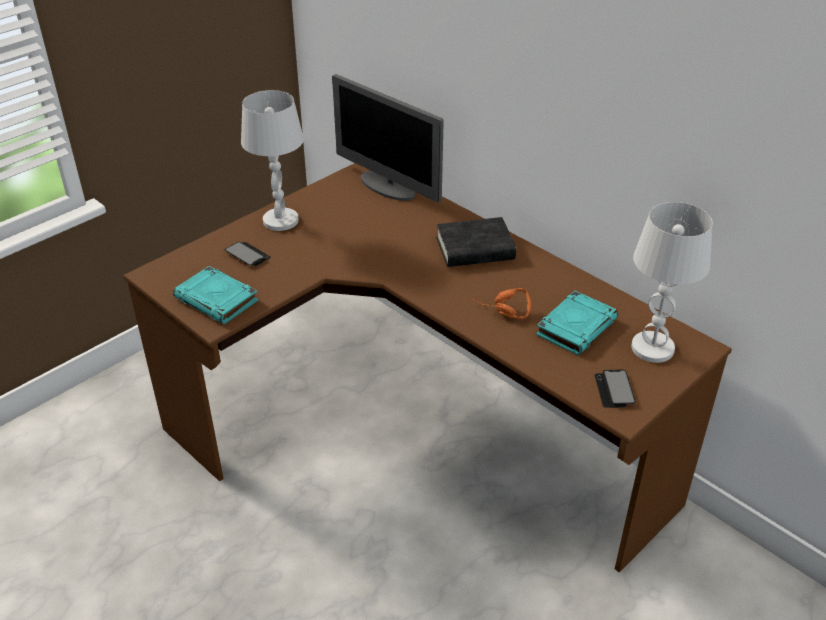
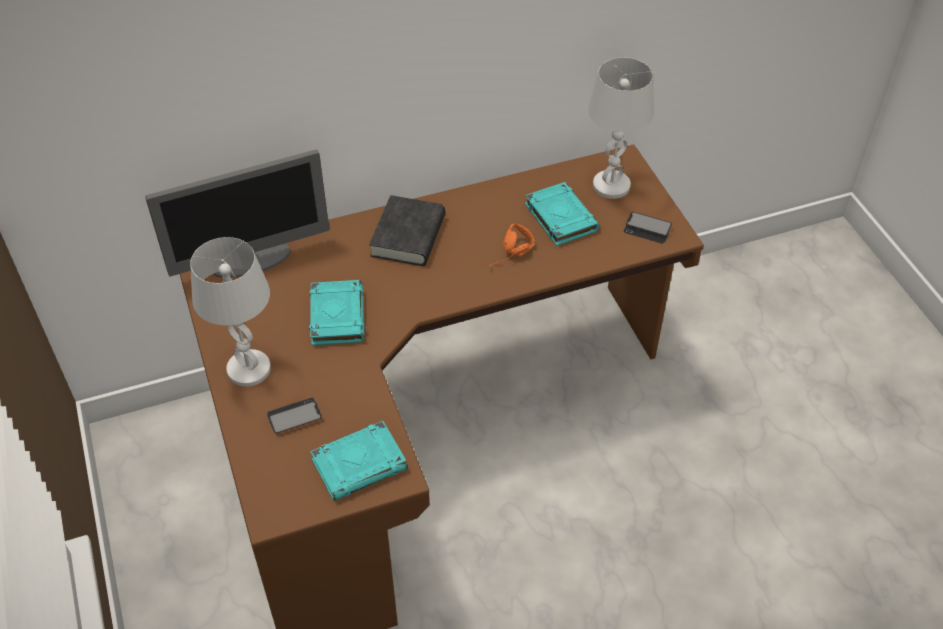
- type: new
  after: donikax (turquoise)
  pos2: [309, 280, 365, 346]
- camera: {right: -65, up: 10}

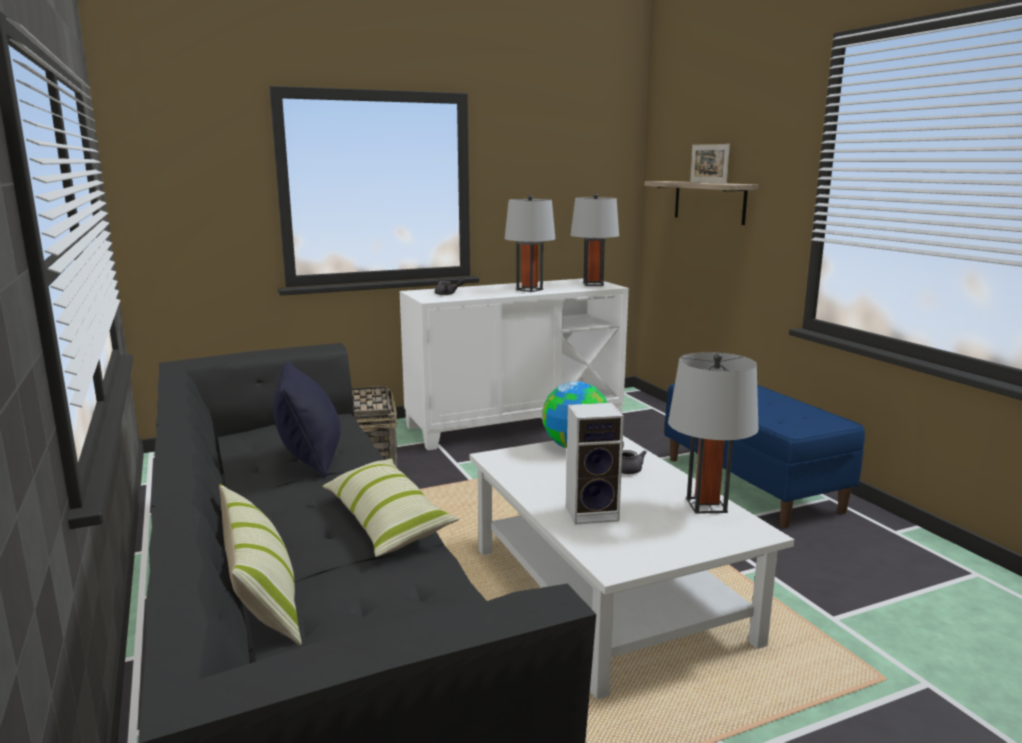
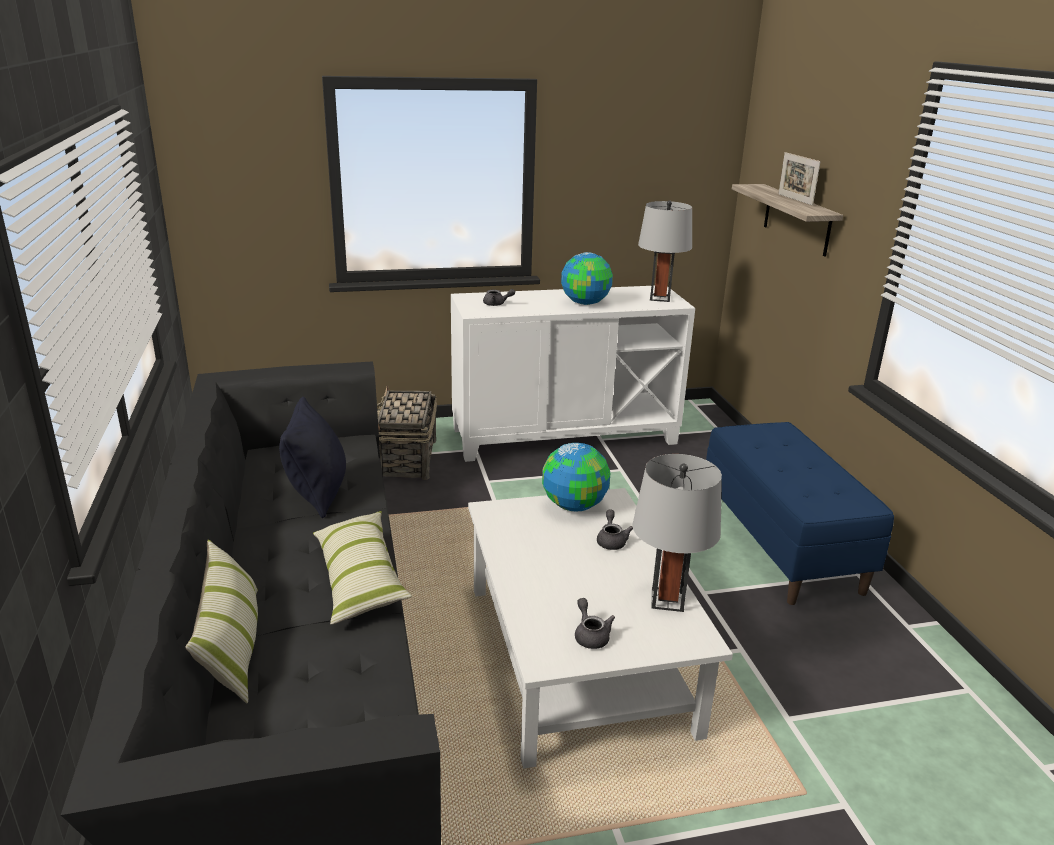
- type: gone
  before: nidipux
  pos1: [566, 403, 624, 524]
- type: new
  after: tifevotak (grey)
  pos2: [575, 598, 615, 649]
- type: swapped
  before: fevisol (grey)
  after: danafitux
  pos1: [504, 195, 555, 292]
  pos2: [561, 252, 613, 305]
- camera: {right: 10, up: 10}

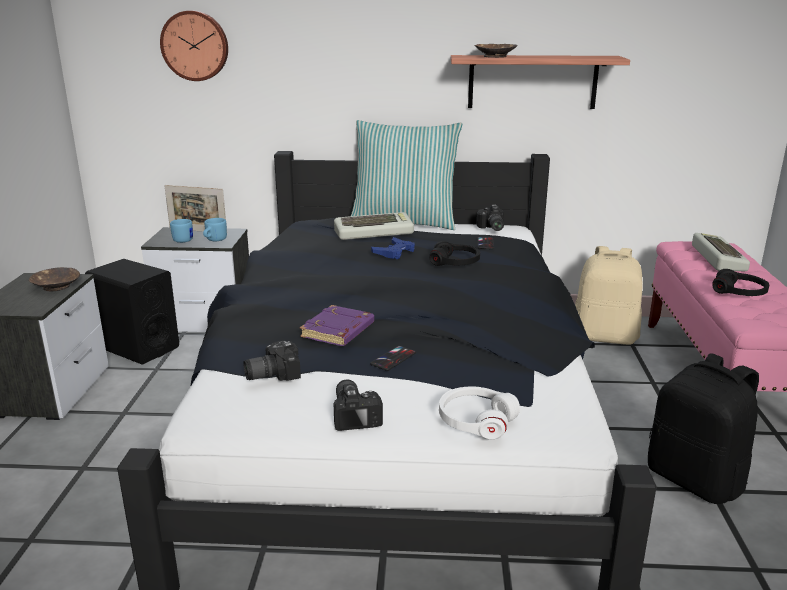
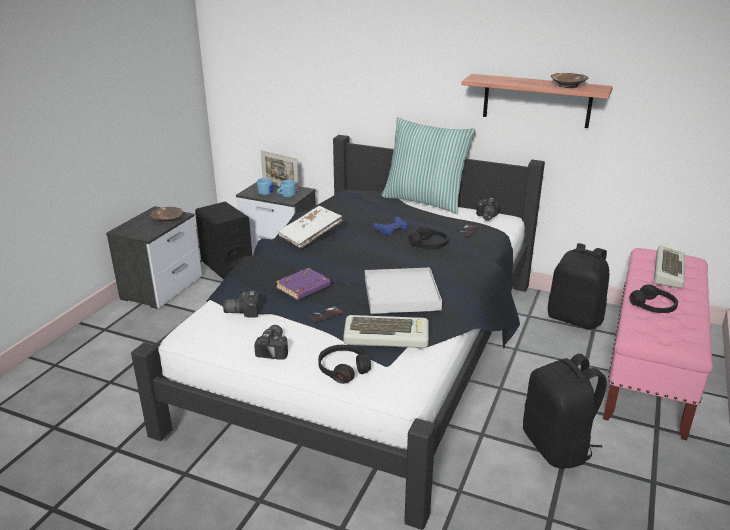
- type: gone
  before: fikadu
  pos1: [160, 10, 228, 81]
- type: new
  after: donikax (white)
  pos2: [278, 206, 343, 248]
- type: new
  after: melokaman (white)
  pos2: [365, 268, 442, 314]
- type: shifted
  before: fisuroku
  pos1: [334, 212, 414, 240]
  pos2: [343, 315, 429, 348]
- type: shifted
  before: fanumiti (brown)
  pos1: [474, 44, 518, 58]
  pos2: [551, 73, 588, 88]
- type: repainted
  before: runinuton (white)
  after: runinuton (black)
  pos1: [439, 387, 520, 439]
  pos2: [318, 345, 371, 384]
- type: repainted
  before: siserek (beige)
  after: siserek (black)
  pos1: [575, 246, 642, 345]
  pos2: [548, 243, 609, 330]
- camera: {right: 20, up: 5}

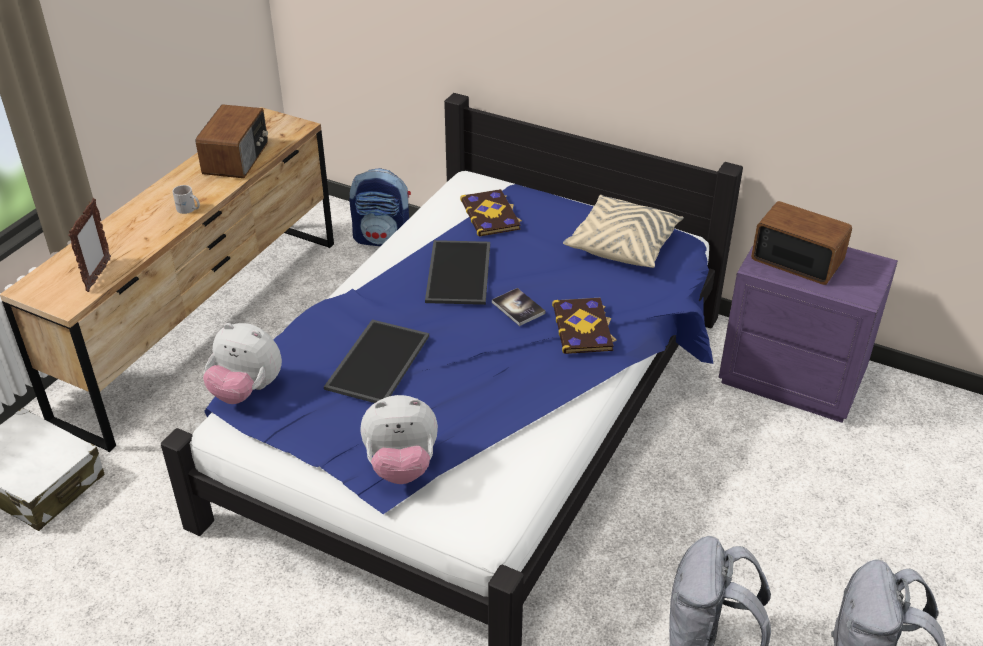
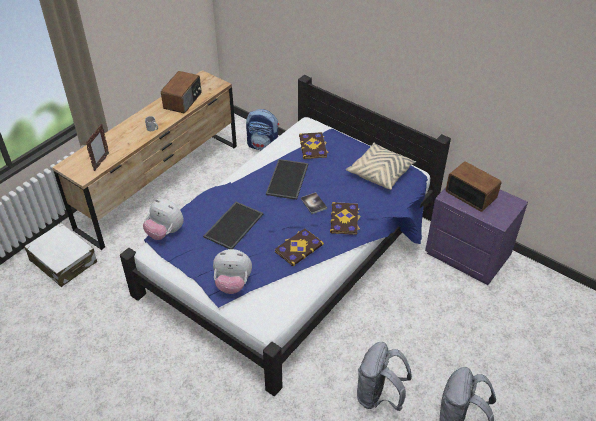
- type: new
  after: donikax
  pos2: [275, 229, 324, 266]
- camera: {right: 10, up: 5}

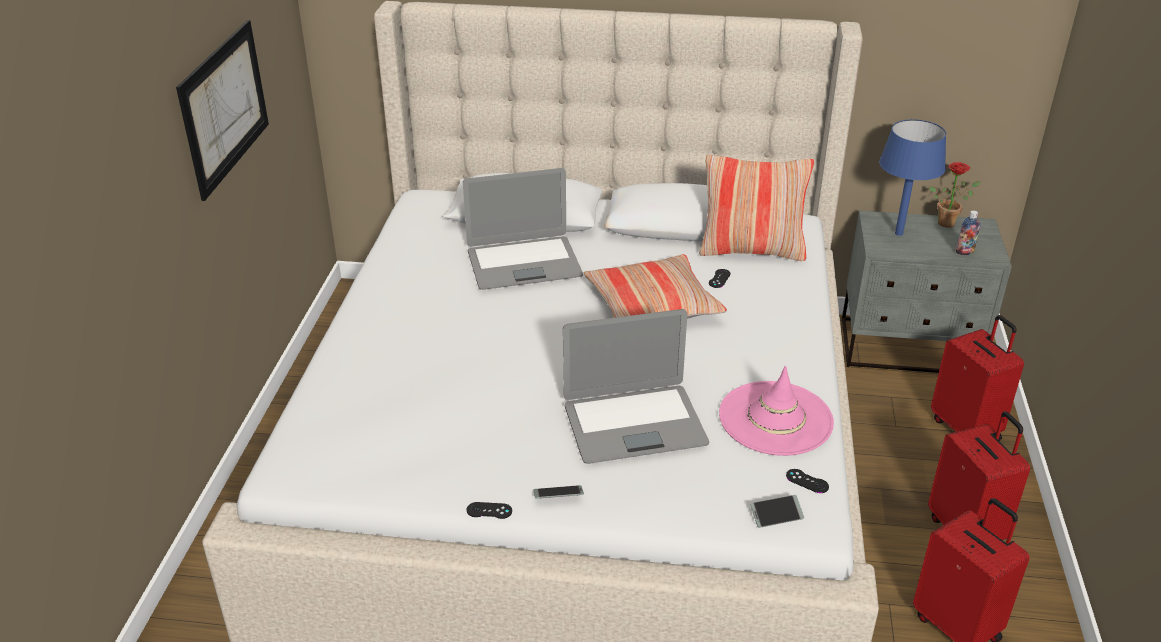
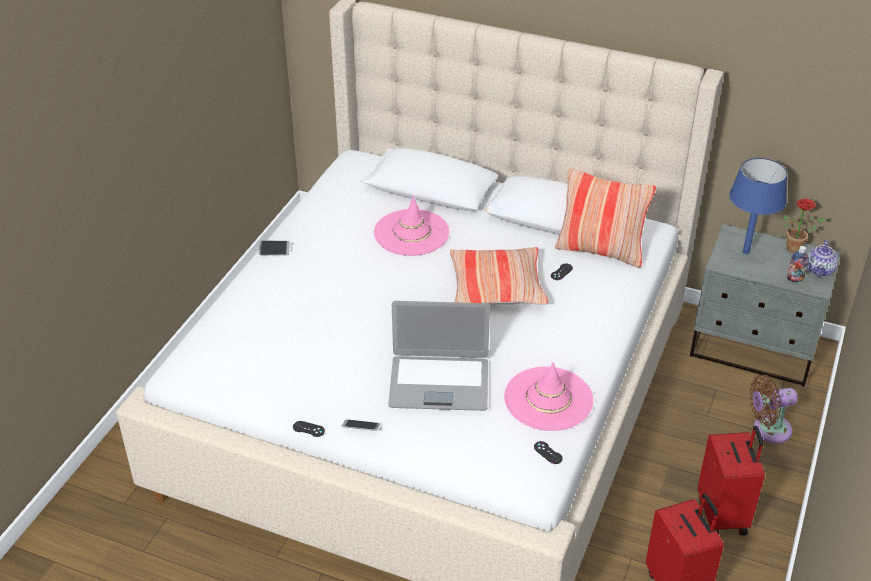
- type: gone
  before: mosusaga
  pos1: [176, 20, 269, 201]
- type: new
  after: tifevotak
  pos2: [807, 240, 838, 277]
- type: shifted
  before: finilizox
  pos1: [750, 495, 804, 528]
  pos2: [258, 241, 290, 255]
- type: swapped
  before: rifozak
  after: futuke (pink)
  pos1: [463, 168, 583, 290]
  pos2: [374, 196, 449, 256]
- type: swapped
  before: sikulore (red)
  after: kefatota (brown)
  pos1: [931, 315, 1024, 441]
  pos2: [749, 374, 798, 443]
- camera: {right: 15, up: 5}

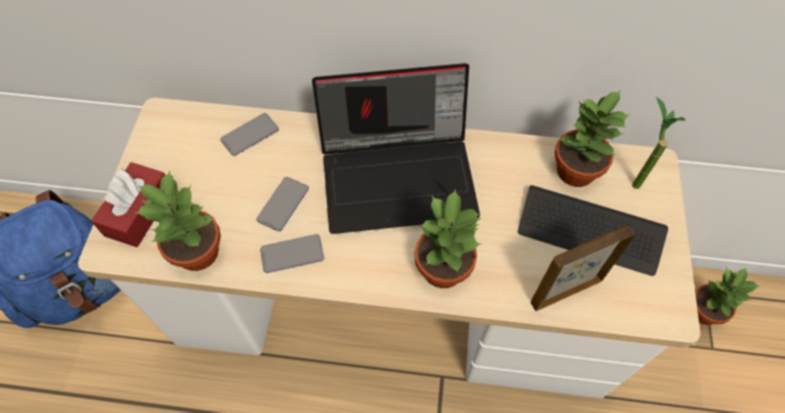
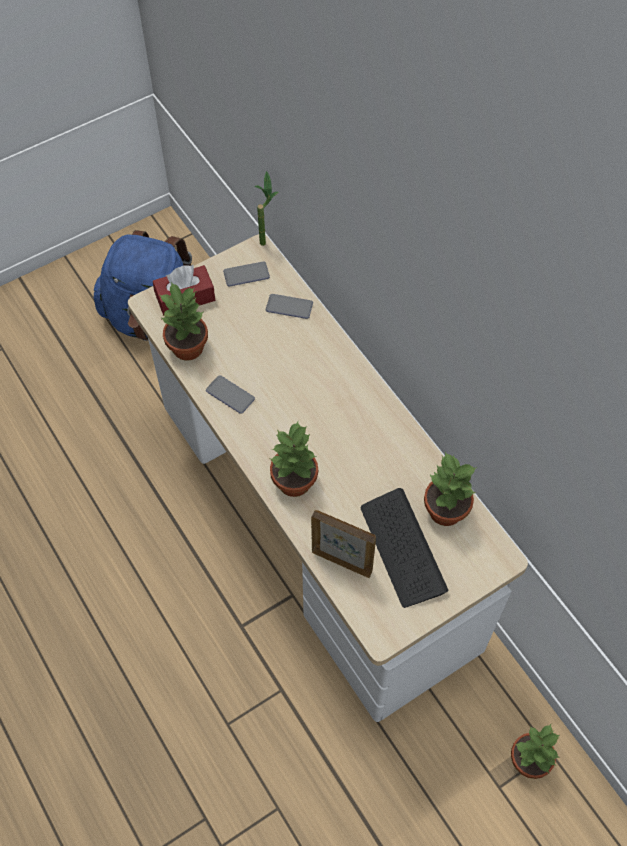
- type: gone
  before: rifozak
  pos1: [312, 63, 480, 234]
- type: shifted
  before: finilizox
  pos1: [256, 177, 309, 231]
  pos2: [223, 261, 270, 287]
- type: shifted
  before: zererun
  pos1: [632, 97, 685, 189]
  pos2: [254, 171, 278, 246]
- camera: {right: 50, up: 0}

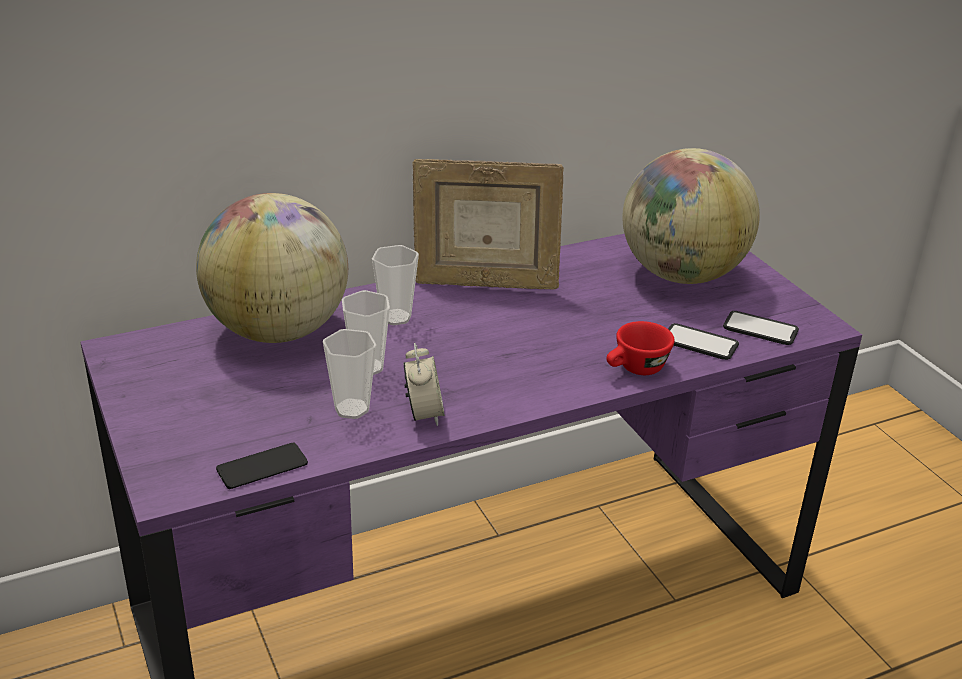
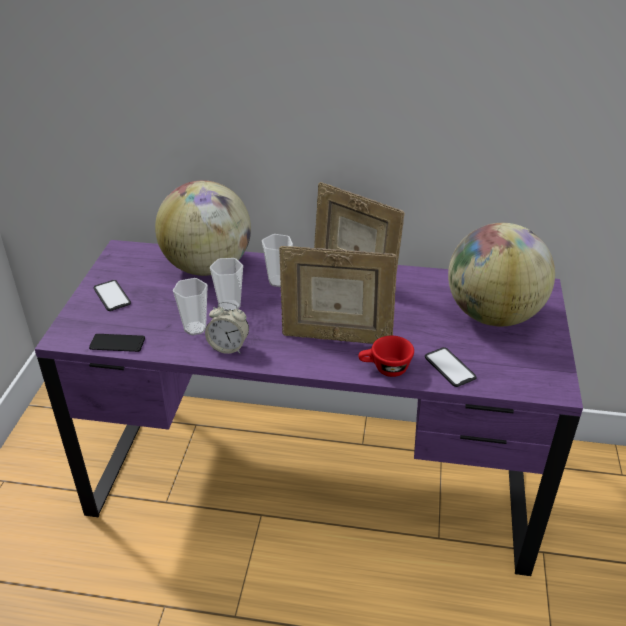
- type: new
  after: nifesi
  pos2: [279, 246, 397, 344]
- type: shifted
  before: finilizox
  pos1: [723, 311, 799, 345]
  pos2: [94, 280, 131, 311]
- type: rotated
  before: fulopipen
  pos1: [404, 343, 445, 426]
  pos2: [205, 302, 249, 354]
  turn: 75
- camera: {right: 35, up: 5}

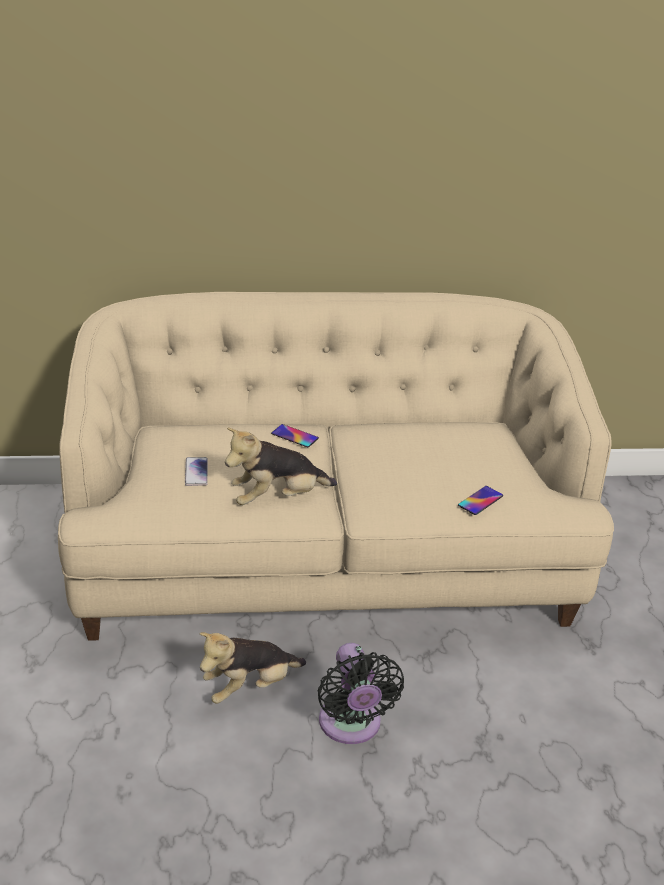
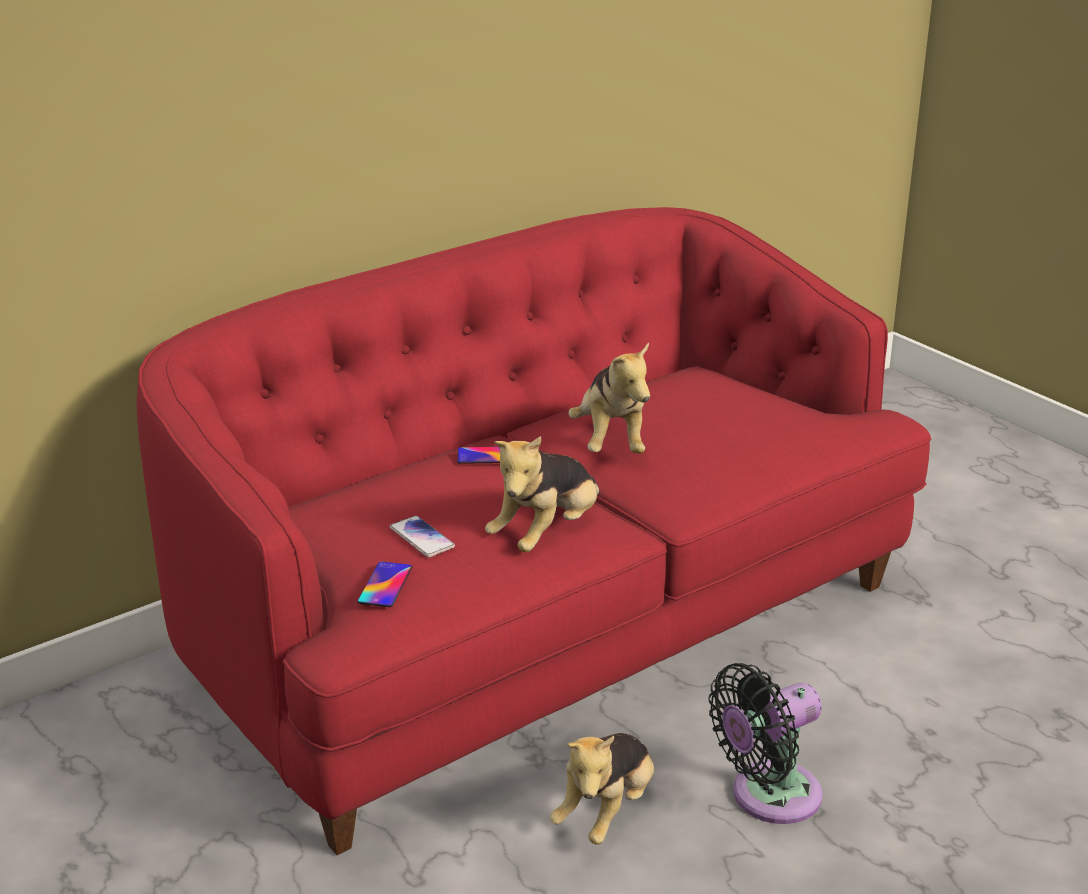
- type: new
  after: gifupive
  pos2: [568, 342, 650, 453]
- type: shifted
  before: finilizox
  pos1: [458, 486, 503, 515]
  pos2: [358, 561, 412, 607]
- type: repainted
  before: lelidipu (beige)
  after: lelidipu (red)
  pos1: [58, 292, 614, 641]
  pos2: [137, 207, 931, 855]
- type: rotated
  before: kefatota (black)
  pos1: [318, 643, 404, 744]
  pos2: [709, 663, 822, 824]
  turn: 105
- camera: {right: -30, up: -5}

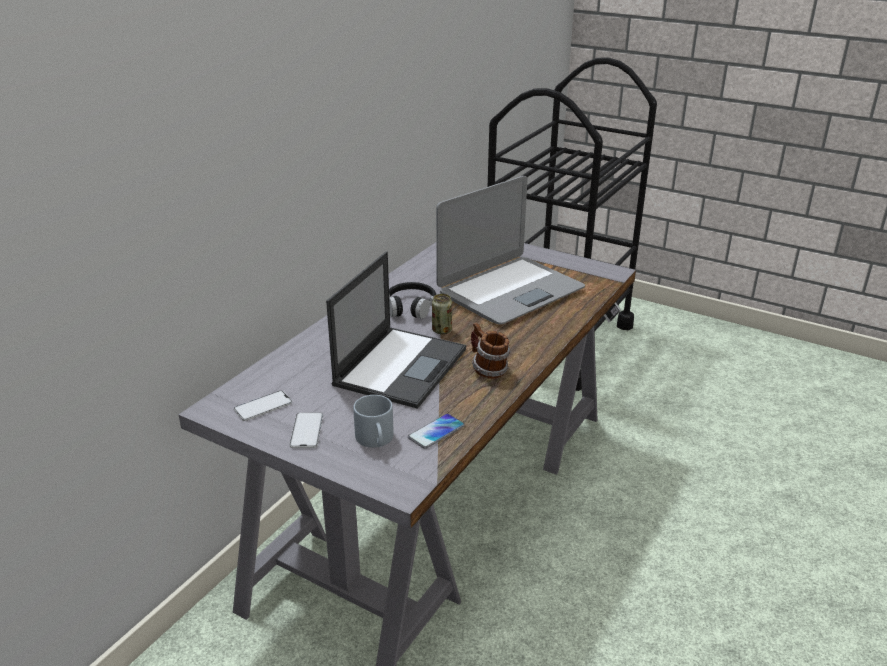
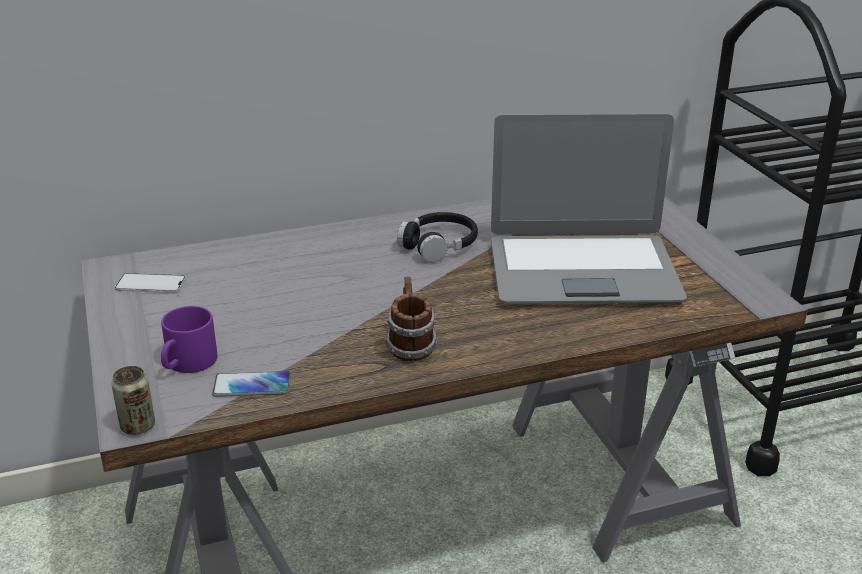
- type: gone
  before: finilizox
  pos1: [289, 412, 323, 448]
- type: gone
  before: rifozak
  pos1: [326, 251, 466, 409]
- type: shifted
  before: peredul
  pos1: [432, 294, 452, 334]
  pos2: [112, 366, 155, 435]
- type: repainted
  before: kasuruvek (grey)
  after: kasuruvek (purple)
  pos1: [353, 395, 394, 448]
  pos2: [161, 306, 217, 373]
- camera: {right: 40, up: 0}

